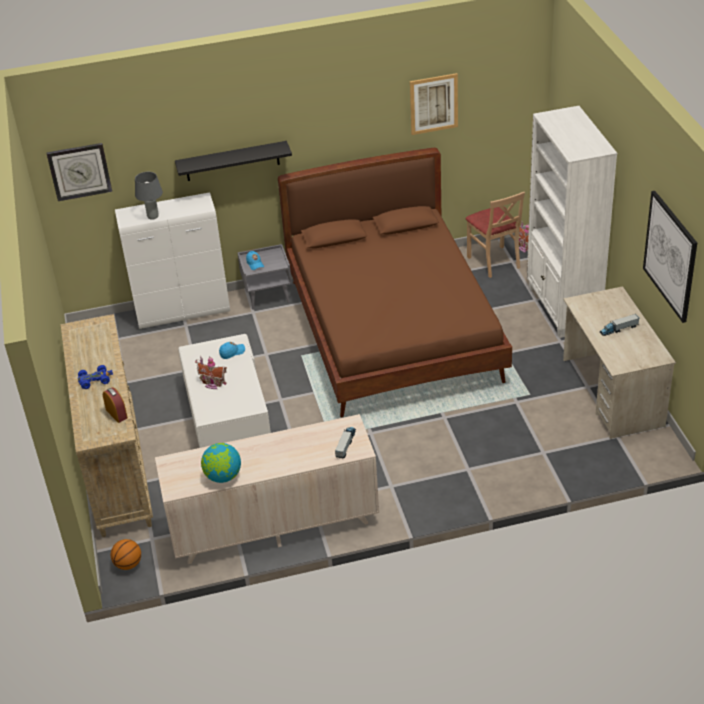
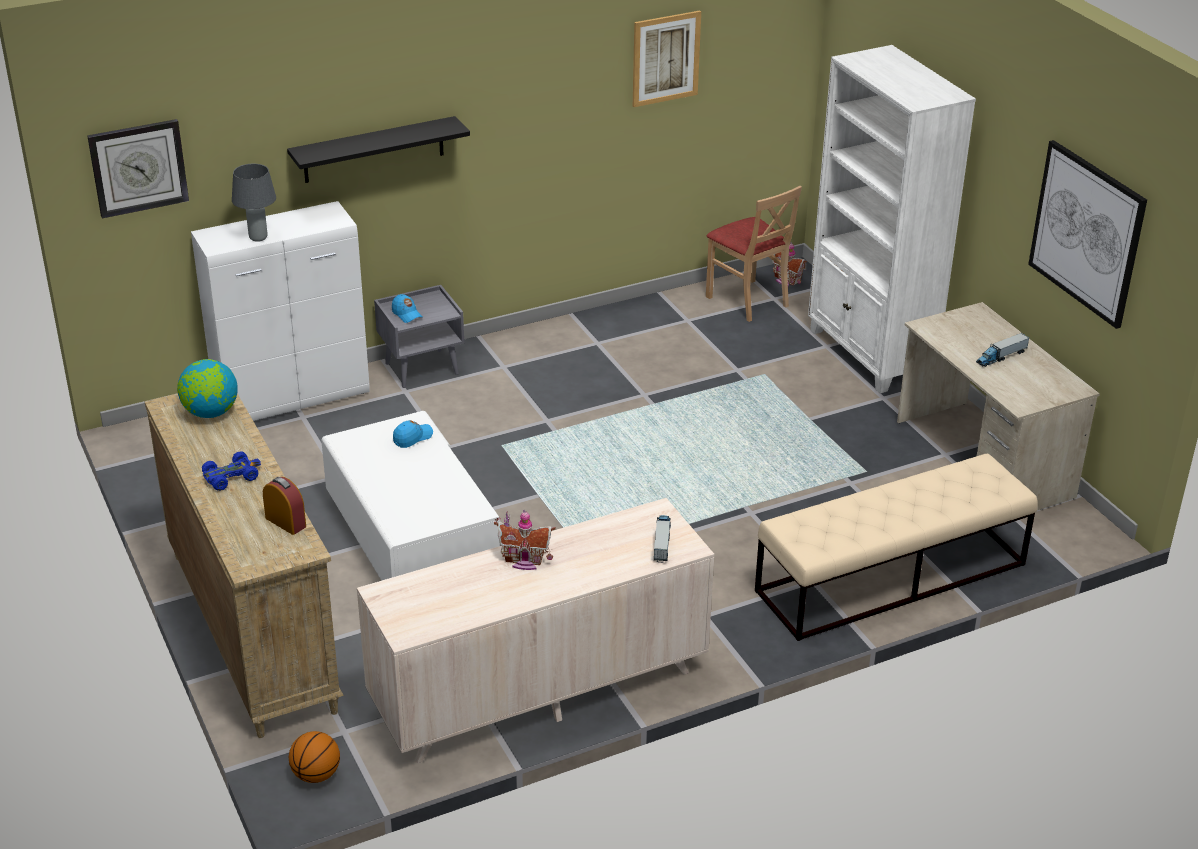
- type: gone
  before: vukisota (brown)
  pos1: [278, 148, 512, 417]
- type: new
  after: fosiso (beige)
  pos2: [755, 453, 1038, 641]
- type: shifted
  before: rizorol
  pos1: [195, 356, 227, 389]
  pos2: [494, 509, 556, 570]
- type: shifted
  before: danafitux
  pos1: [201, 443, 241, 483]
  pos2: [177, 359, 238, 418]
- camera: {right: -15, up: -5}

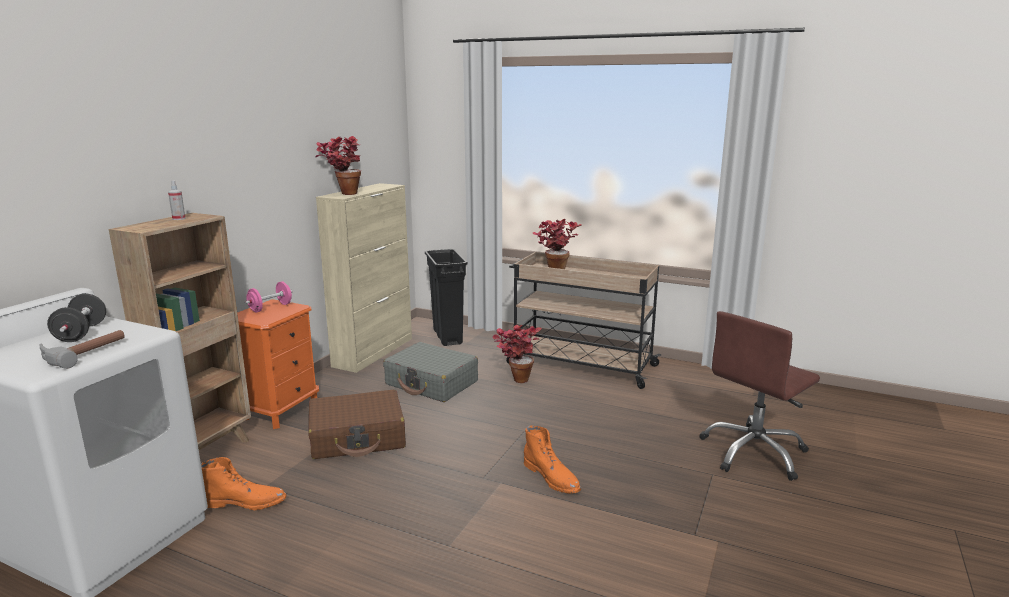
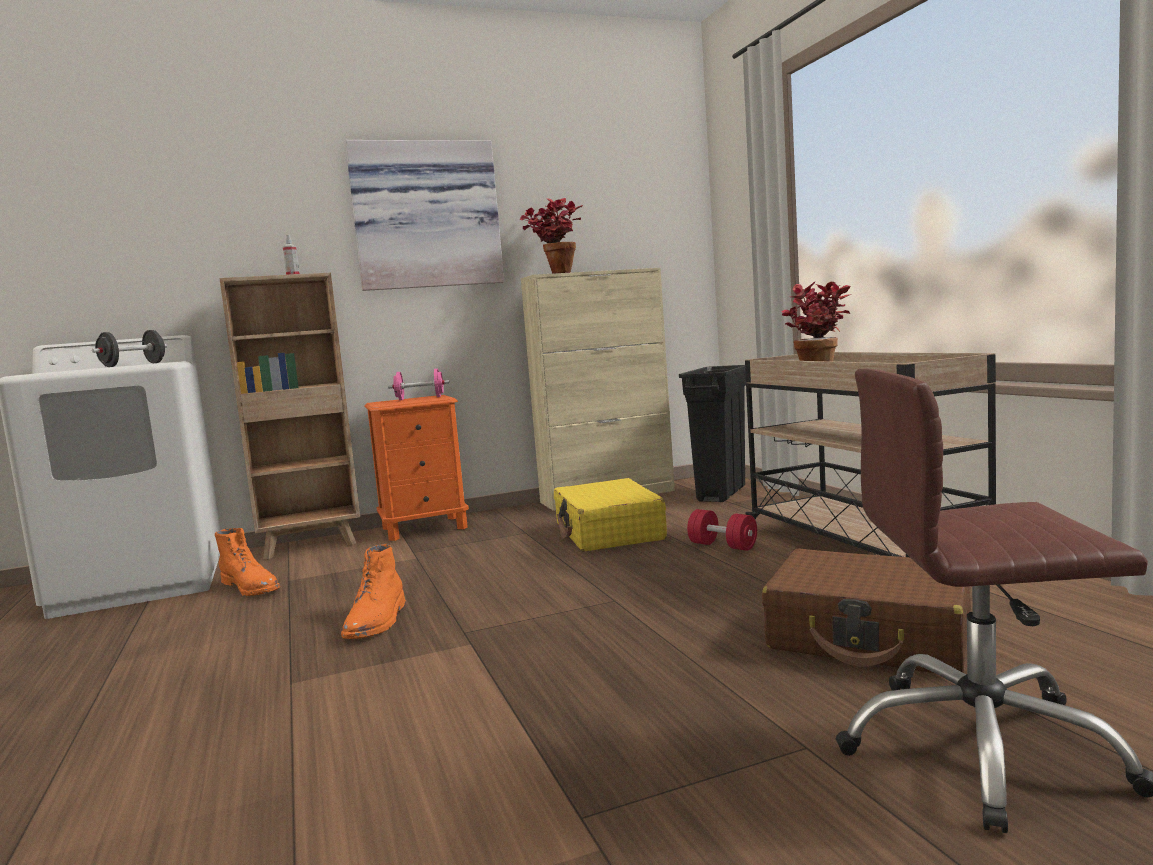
- type: gone
  before: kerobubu
  pos1: [40, 330, 125, 369]
- type: new
  after: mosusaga
  pos2: [345, 140, 504, 291]
- type: shifted
  before: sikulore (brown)
  pos1: [308, 390, 406, 459]
  pos2: [762, 548, 971, 673]
- type: shifted
  before: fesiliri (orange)
  pos1: [523, 425, 581, 494]
  pos2: [341, 544, 406, 639]
- type: swapped
  before: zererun
  after: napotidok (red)
  pos1: [492, 325, 542, 383]
  pos2: [687, 509, 757, 551]
- type: repainted
  before: sikulore (grey)
  after: sikulore (yellow)
  pos1: [383, 342, 478, 402]
  pos2: [554, 478, 667, 552]
- camera: {right: 45, up: -10}

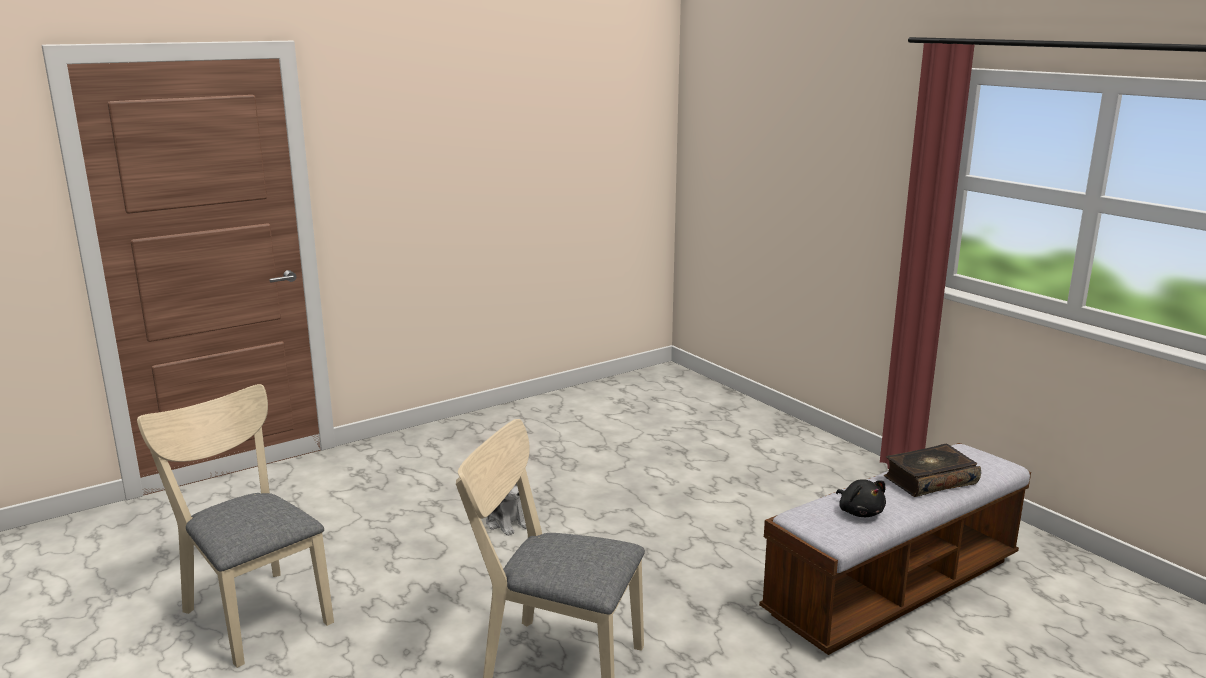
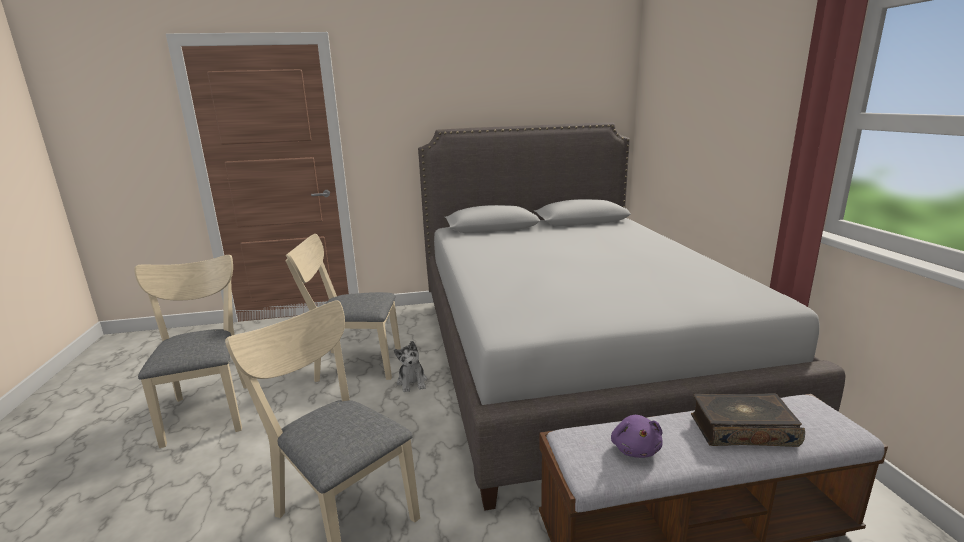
- type: new
  after: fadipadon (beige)
  pos2: [285, 234, 401, 382]
- type: new
  after: vukisota (grey)
  pos2: [418, 122, 845, 511]
- type: repainted
  before: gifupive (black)
  after: gifupive (purple)
  pos1: [836, 479, 886, 517]
  pos2: [611, 415, 663, 458]
- camera: {right: 25, up: 0}

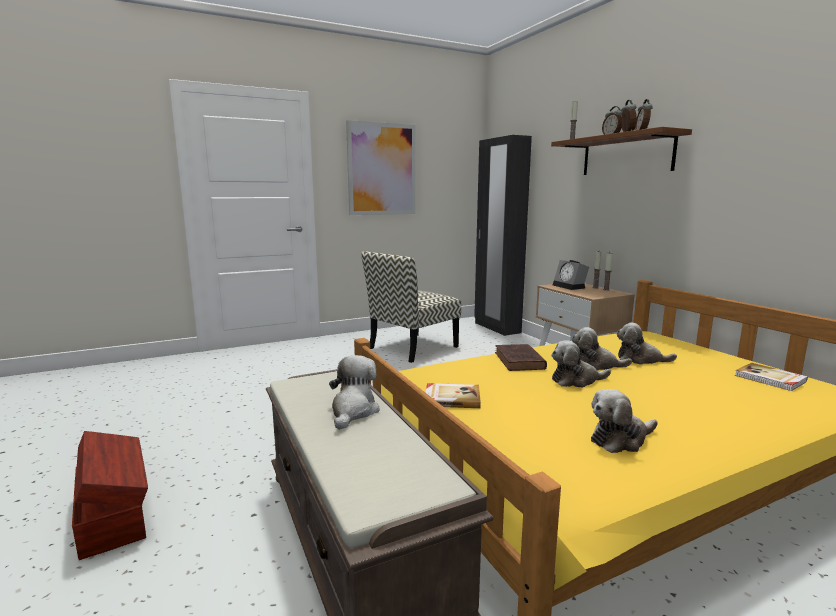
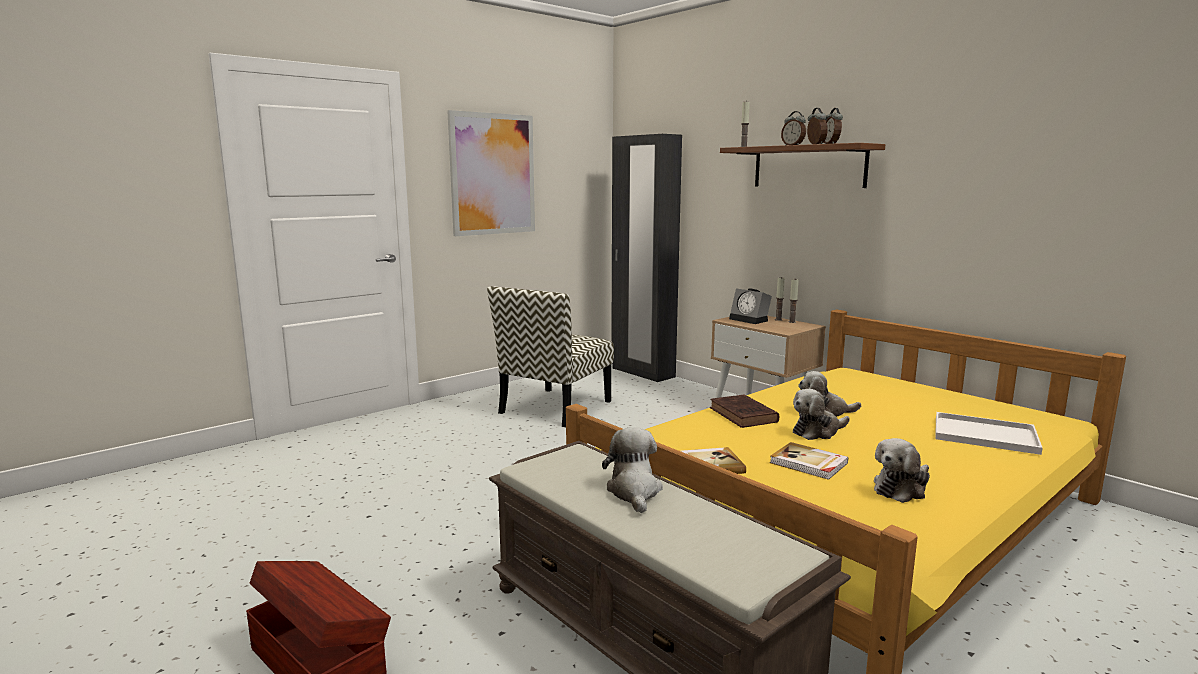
- type: gone
  before: gifupive
  pos1: [617, 323, 677, 364]
- type: new
  after: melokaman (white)
  pos2: [935, 412, 1042, 455]
- type: shifted
  before: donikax
  pos1: [735, 363, 808, 391]
  pos2: [770, 442, 848, 480]
- camera: {right: -15, up: 0}

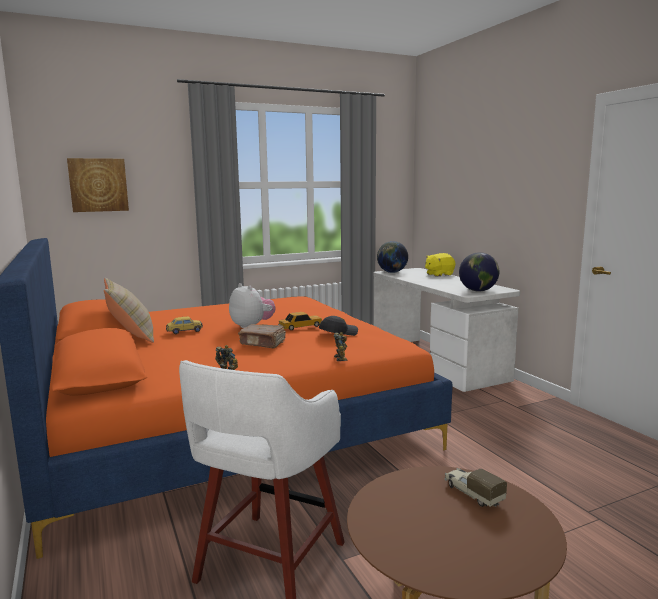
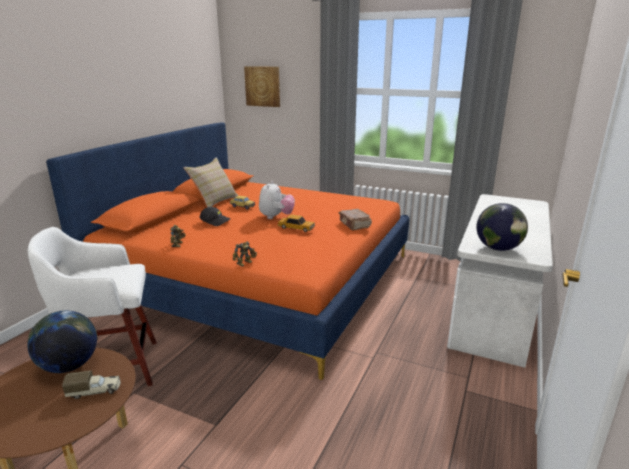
- type: gone
  before: gifupive (yellow)
  pos1: [425, 253, 455, 277]
- type: shifted
  before: donikax (brown)
  pos1: [238, 324, 286, 348]
  pos2: [339, 209, 372, 230]
- type: shifted
  before: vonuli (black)
  pos1: [319, 316, 358, 336]
  pos2: [200, 207, 230, 226]
- type: shifted
  before: danafitux
  pos1: [377, 241, 408, 273]
  pos2: [27, 311, 98, 373]
- type: rotated
  before: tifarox
  pos1: [444, 468, 507, 507]
  pos2: [62, 371, 121, 399]
  turn: 60
- camera: {right: 50, up: 10}

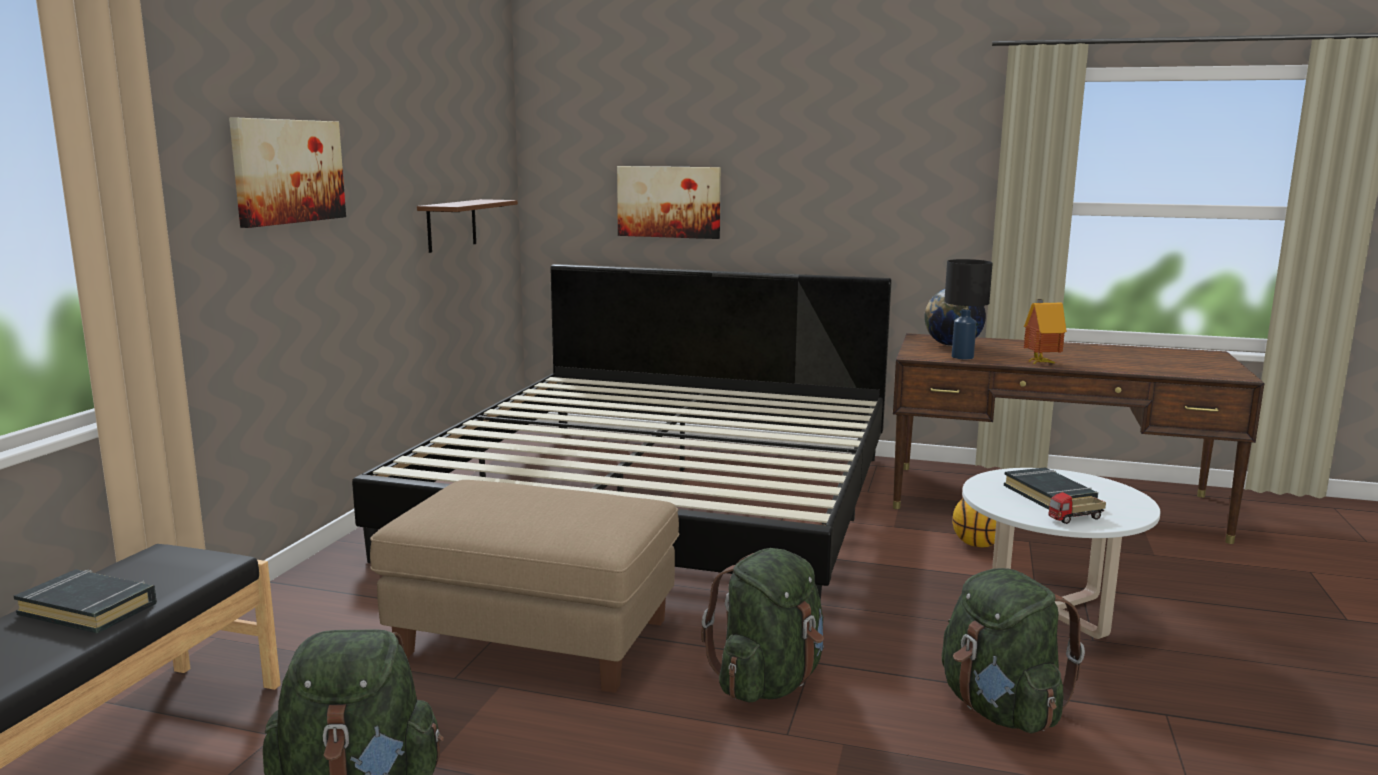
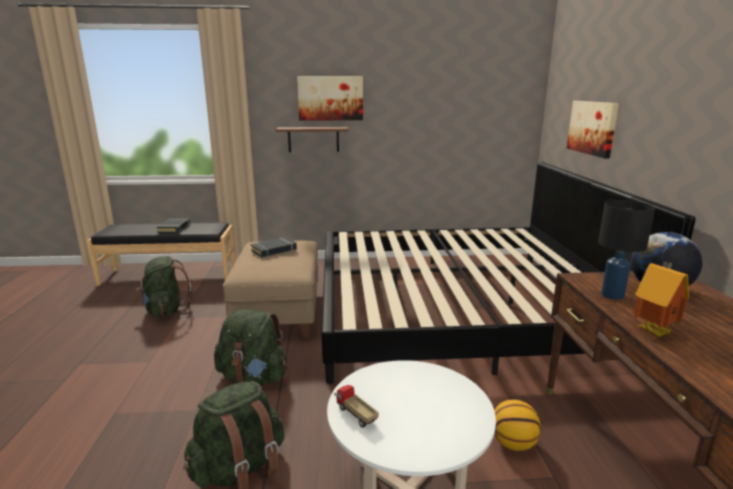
- type: shifted
  before: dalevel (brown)
  pos1: [417, 199, 518, 253]
  pos2: [276, 127, 349, 152]
- type: shifted
  before: donikax (black)
  pos1: [1004, 467, 1098, 510]
  pos2: [251, 237, 297, 257]
- camera: {right: 70, up: 5}

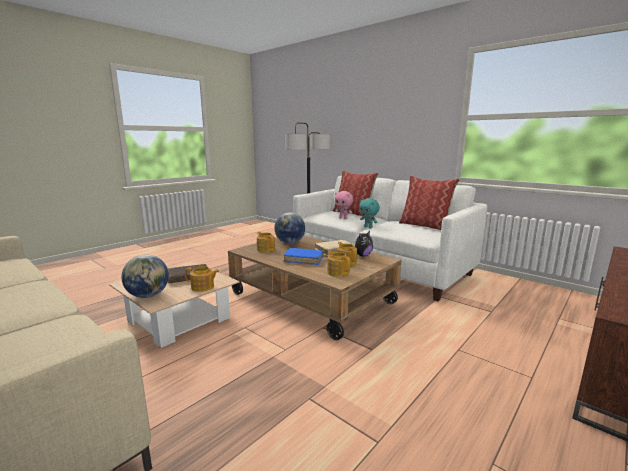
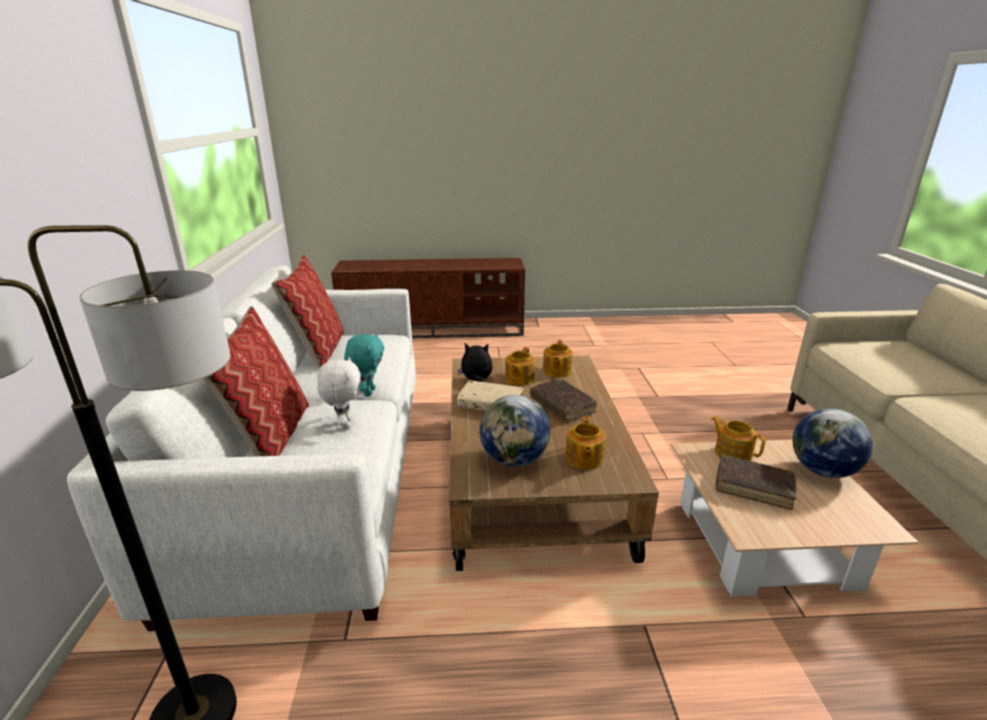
- type: repainted
  before: donikax (blue)
  after: donikax (brown)
  pos1: [283, 248, 323, 265]
  pos2: [530, 378, 597, 420]
- type: repainted
  before: gifupive (pink)
  after: gifupive (white)
  pos1: [335, 191, 353, 219]
  pos2: [317, 357, 361, 430]
- camera: {right: -135, up: 10}

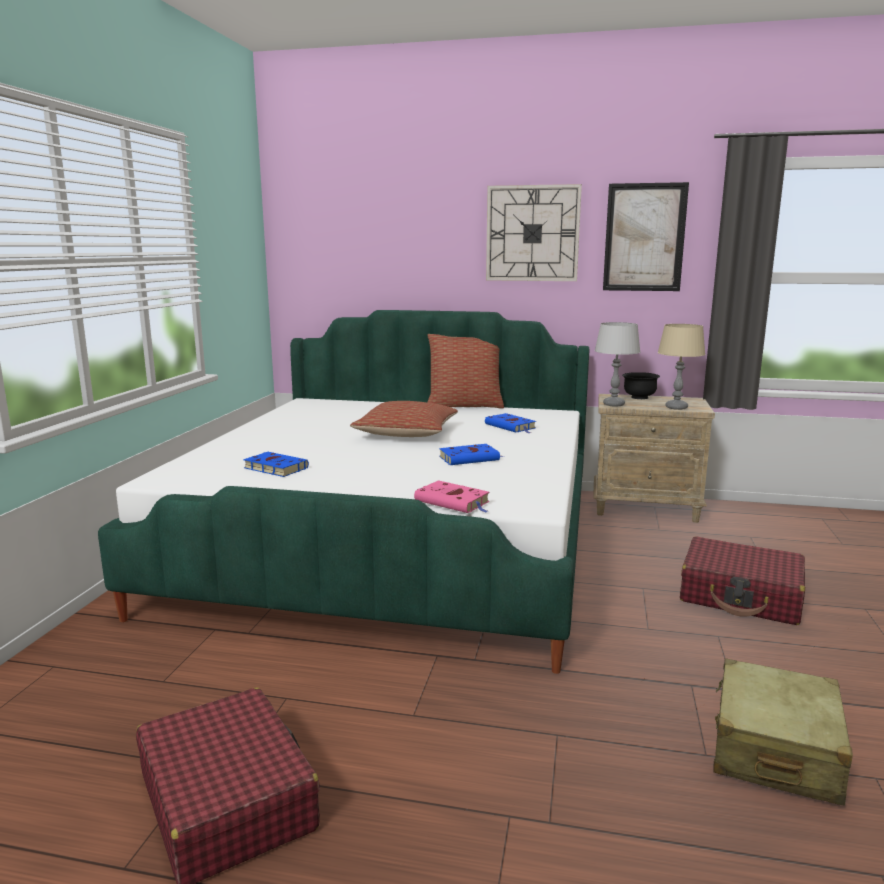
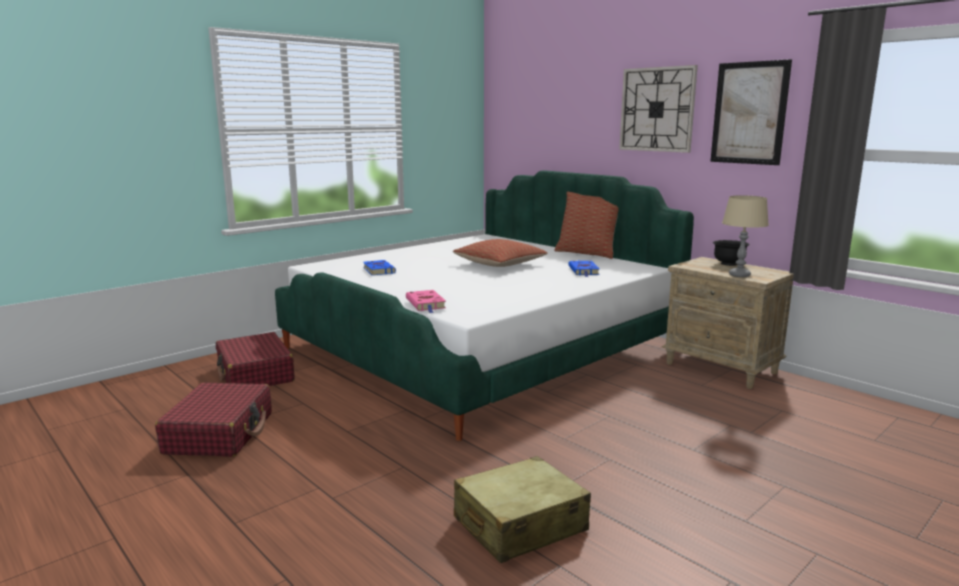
- type: gone
  before: donikax (blue)
  pos1: [439, 444, 504, 465]
- type: gone
  before: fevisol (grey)
  pos1: [594, 322, 640, 406]
- type: shifted
  before: sikulore (red)
  pos1: [680, 536, 805, 625]
  pos2: [216, 332, 294, 386]
- camera: {right: 35, up: 0}

